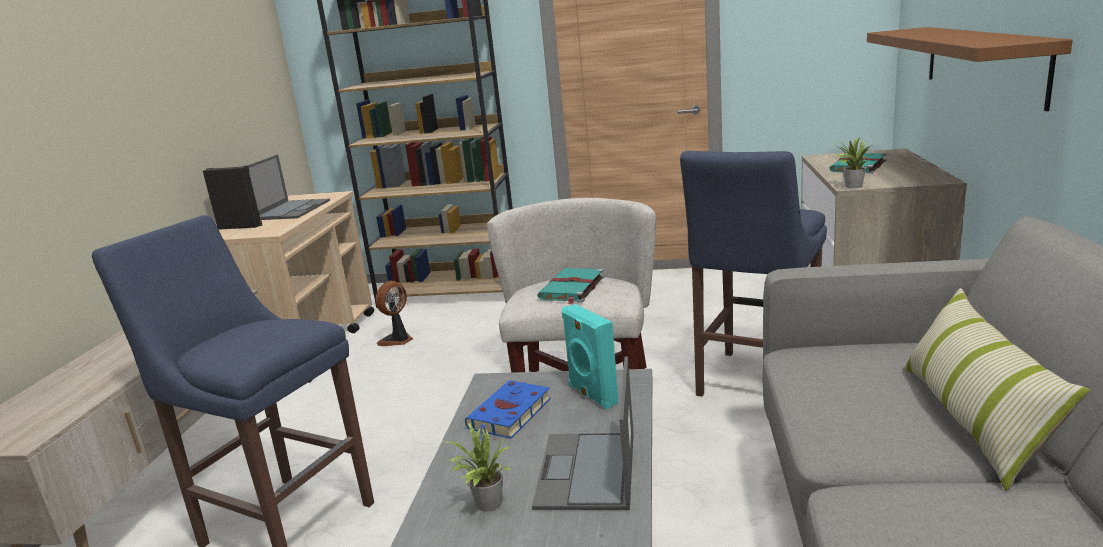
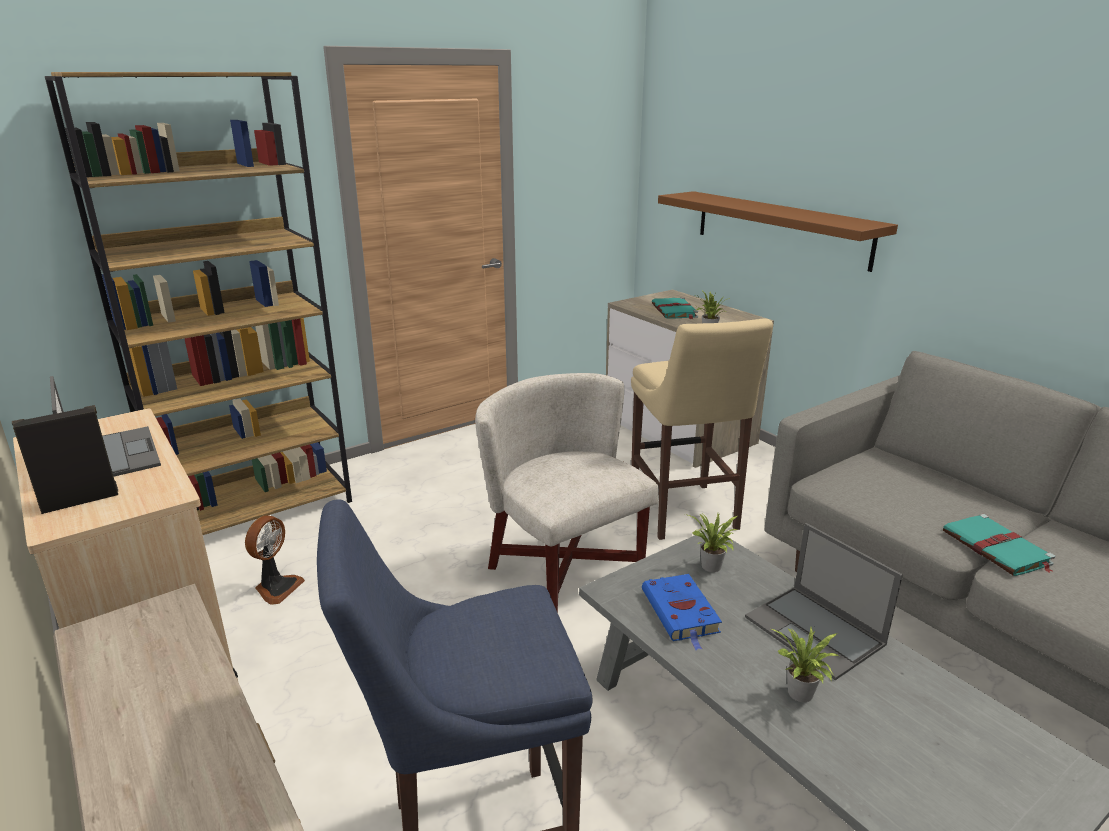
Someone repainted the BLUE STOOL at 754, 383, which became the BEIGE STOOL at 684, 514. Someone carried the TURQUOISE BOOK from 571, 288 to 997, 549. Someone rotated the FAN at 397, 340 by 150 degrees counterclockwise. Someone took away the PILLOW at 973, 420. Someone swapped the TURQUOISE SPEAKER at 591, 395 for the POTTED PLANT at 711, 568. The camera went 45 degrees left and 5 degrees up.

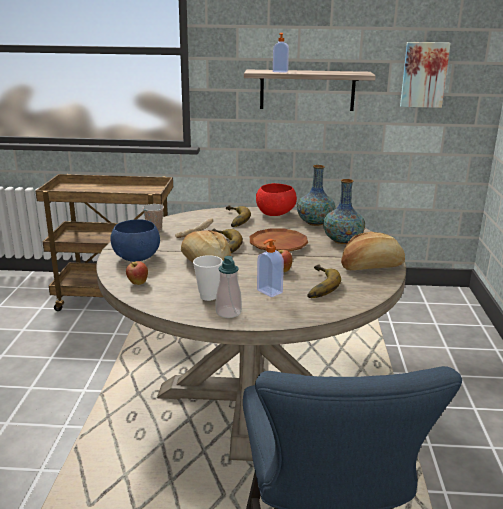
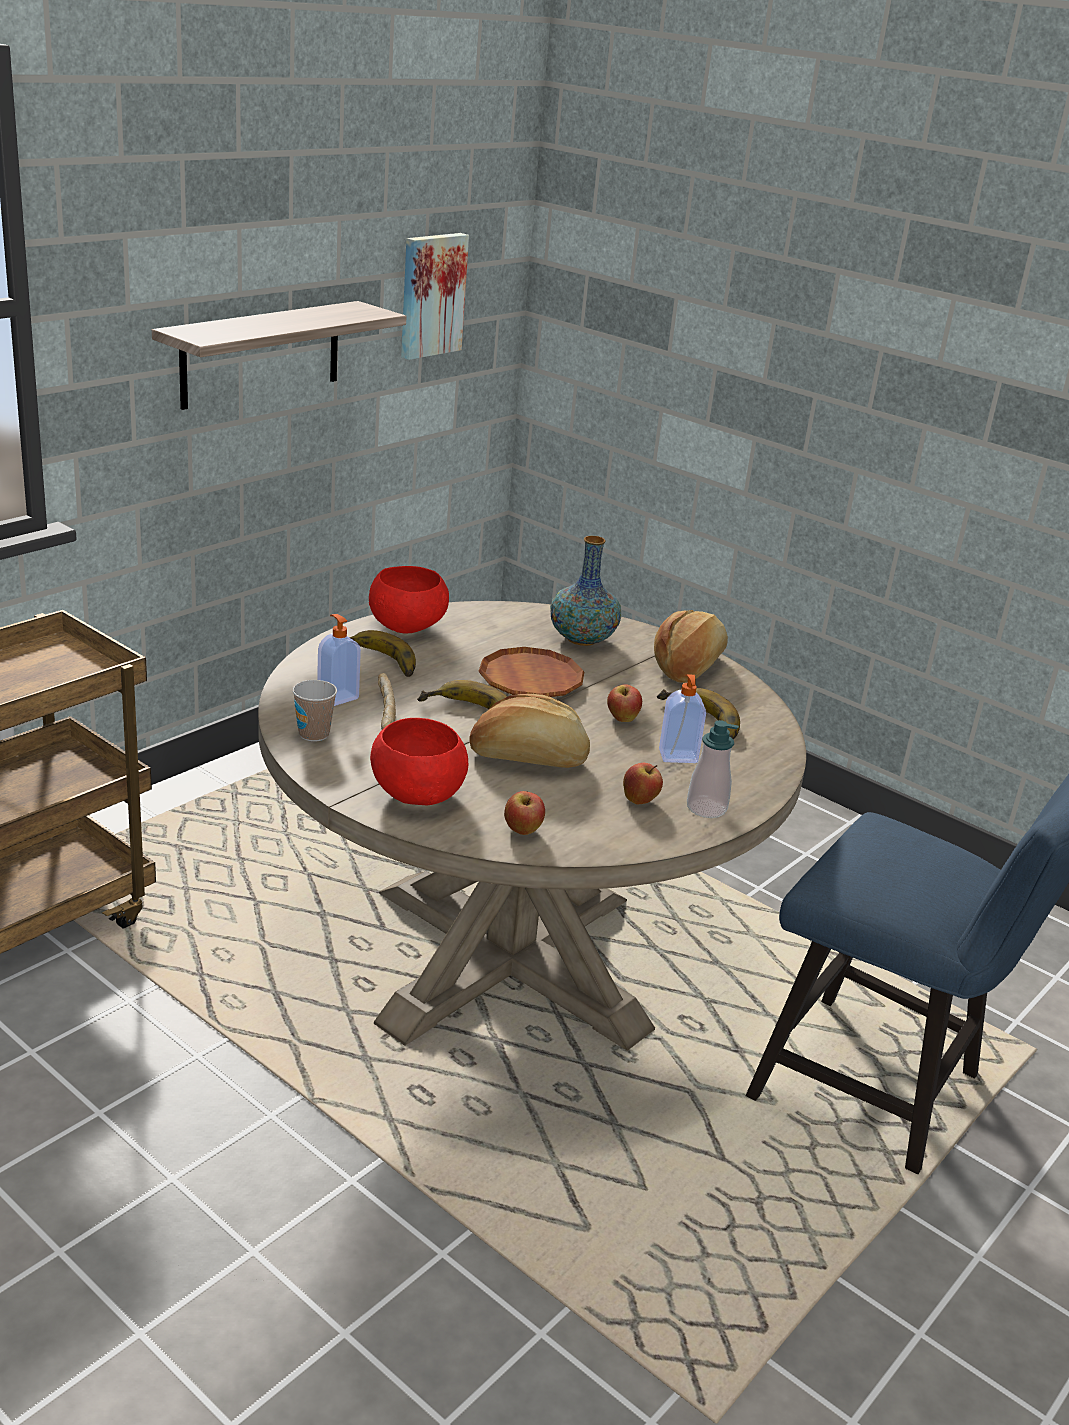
Someone carried the SOAP DISPENSER from 280, 71 to 337, 697. Someone took away the VASE at 315, 223. Someone repainted the BLUE BOWL at 136, 257, which became the RED BOWL at 416, 794. Someone swapped the CUP at 208, 296 for the APPLE at 640, 800. The camera went 55 degrees left and 5 degrees up.

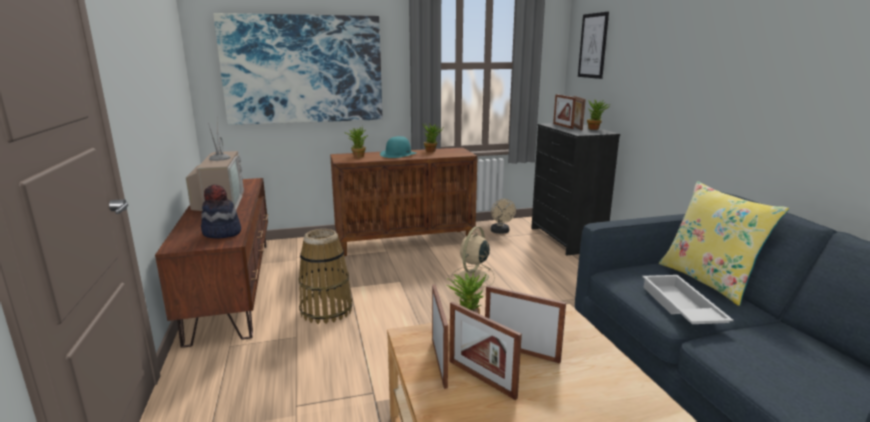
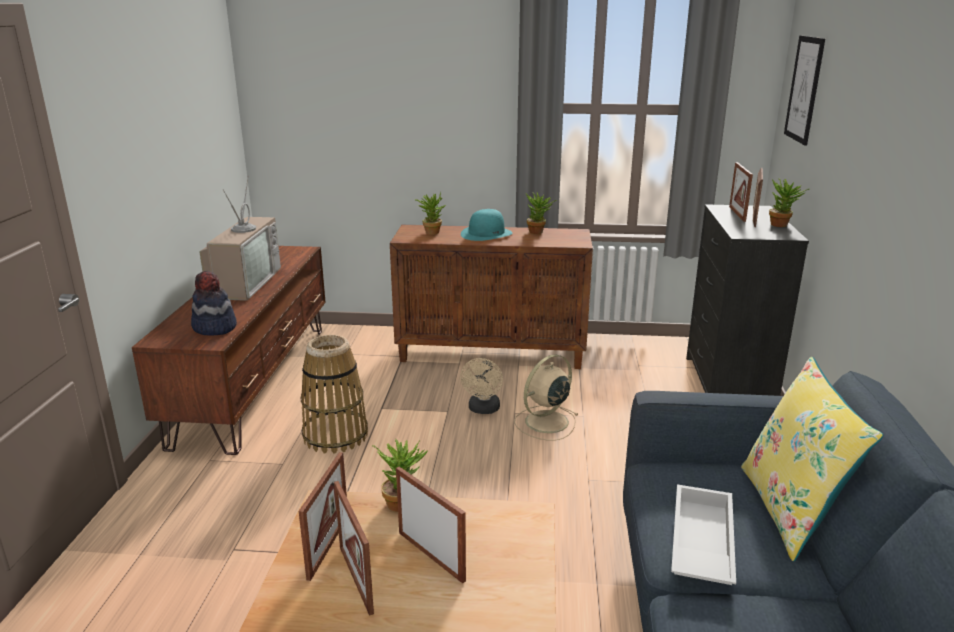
Someone took away the PICTURE at 303, 69. Someone carried the BEIGE FAN from 501, 232 to 483, 410. The camera went 20 degrees right and 5 degrees up.

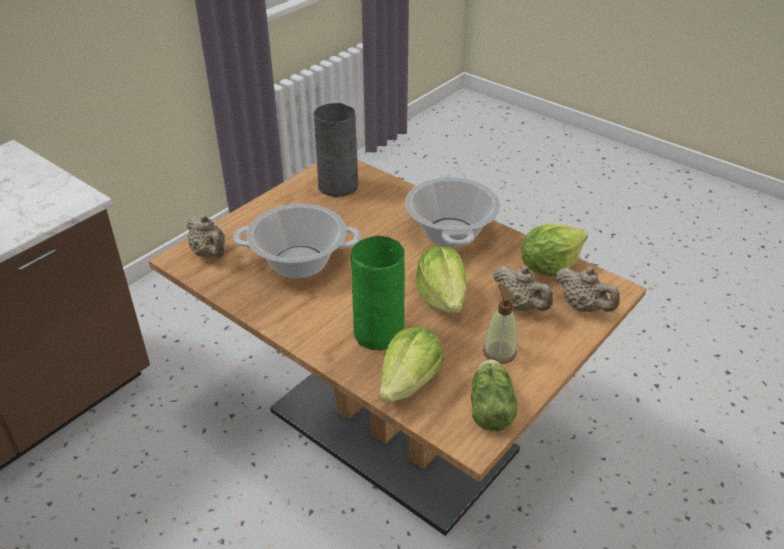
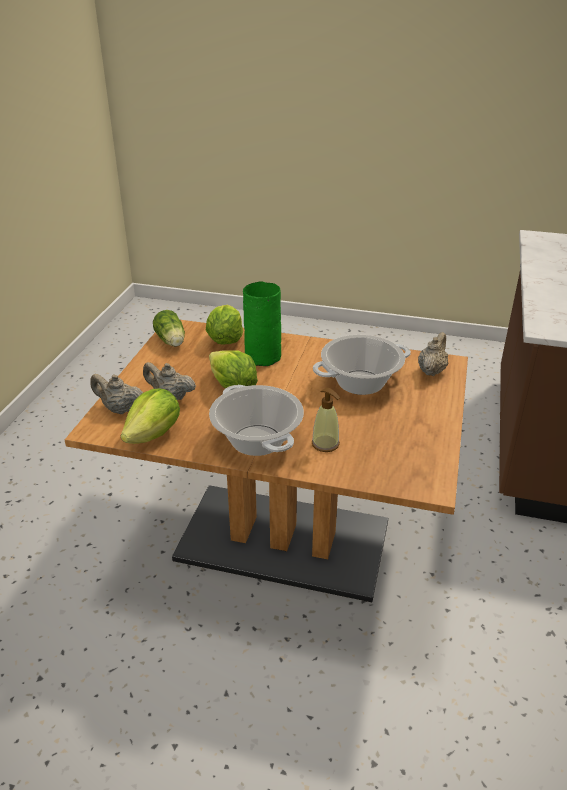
Someone took away the GREY VASE at 339, 186. Someone rotated the BEIGE TEAPOT at 210, 254 by 90 degrees clockwise. Someone carried the SOAP DISPENSER from 499, 352 to 325, 444. The camera went 155 degrees right and 5 degrees down.

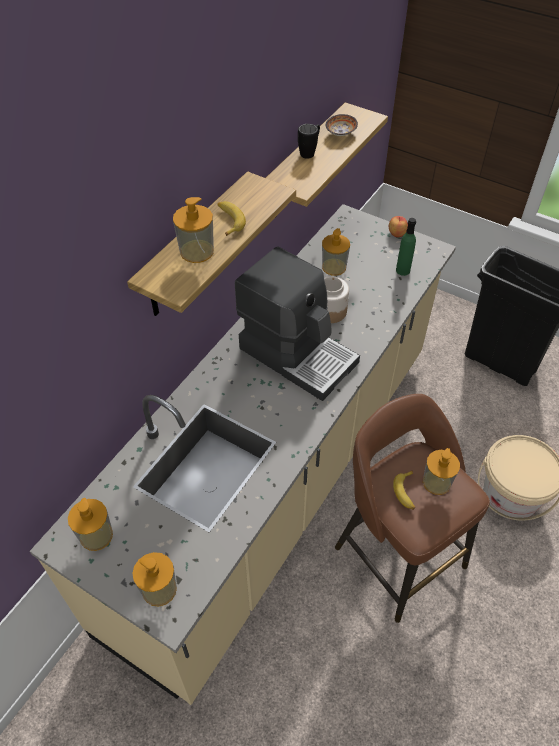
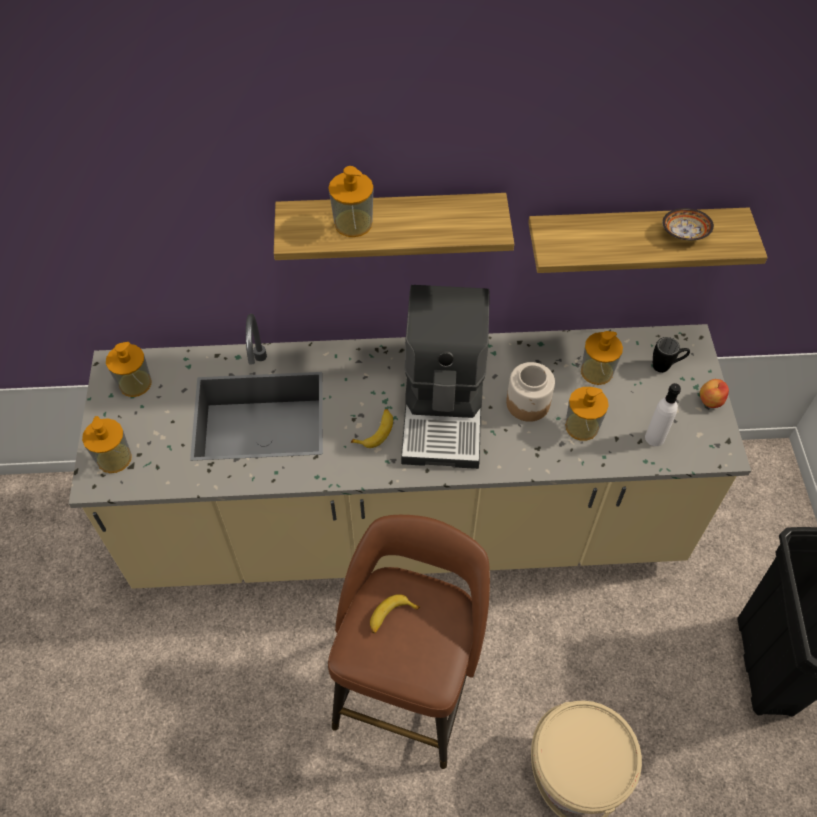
Someone carried the BLACK MUG from 310, 152 to 666, 366. Someone carried the BANANA from 229, 221 to 375, 431. Someone repainted the GREEN BOTTLE at 403, 270, which became the WHITE BOTTLE at 654, 437. Someone carried the SOAP DISPENSER from 436, 482 to 582, 426. The camera went 55 degrees right and 5 degrees up.

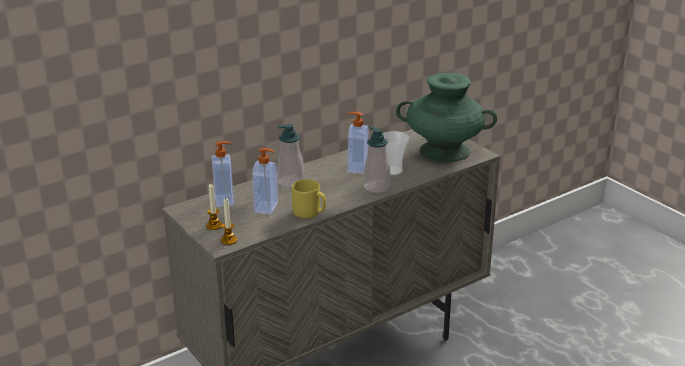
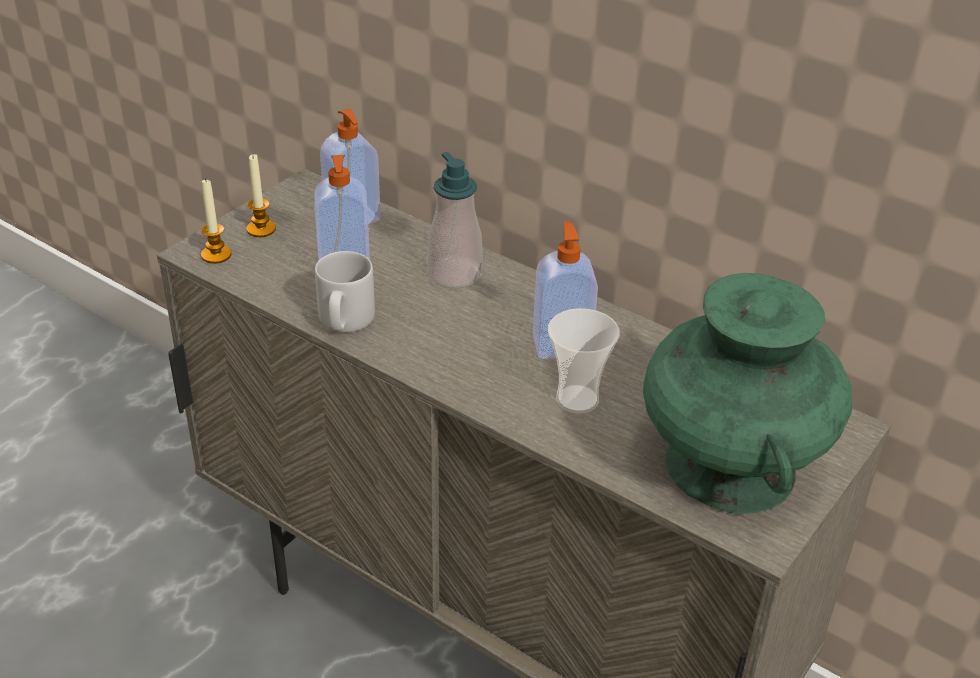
Someone took away the SOAP DISPENSER at 376, 187. Someone repainted the YELLOW MUG at 309, 212, which became the GREY MUG at 344, 321. The camera went 70 degrees right and 10 degrees up.

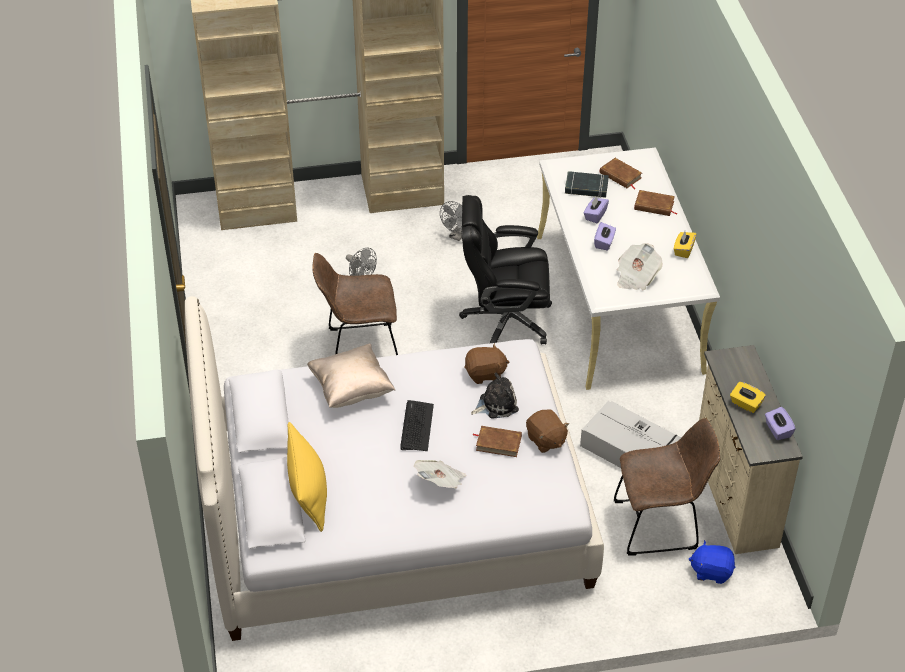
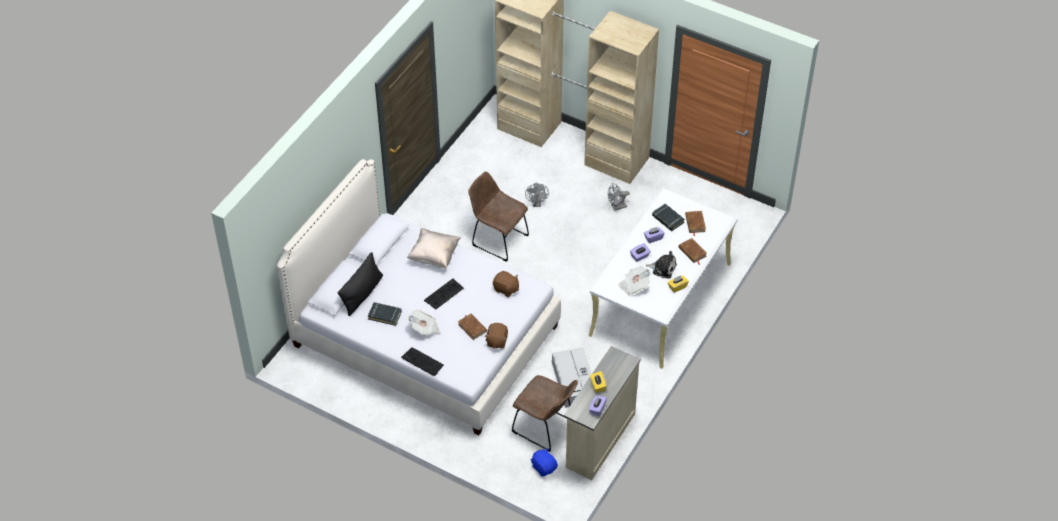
Someone took away the BLACK OFFICE CHAIR at 505, 321. Someone carried the PLUSH TOY from 496, 404 to 663, 268. Someone repainted the YELLOW PILLOW at 308, 492, which became the BLACK PILLOW at 362, 294. Someone put down the BLACK BOOK at 385, 315. Someone put down the KEYBOARD at 422, 362. The camera went 40 degrees right and 5 degrees up.

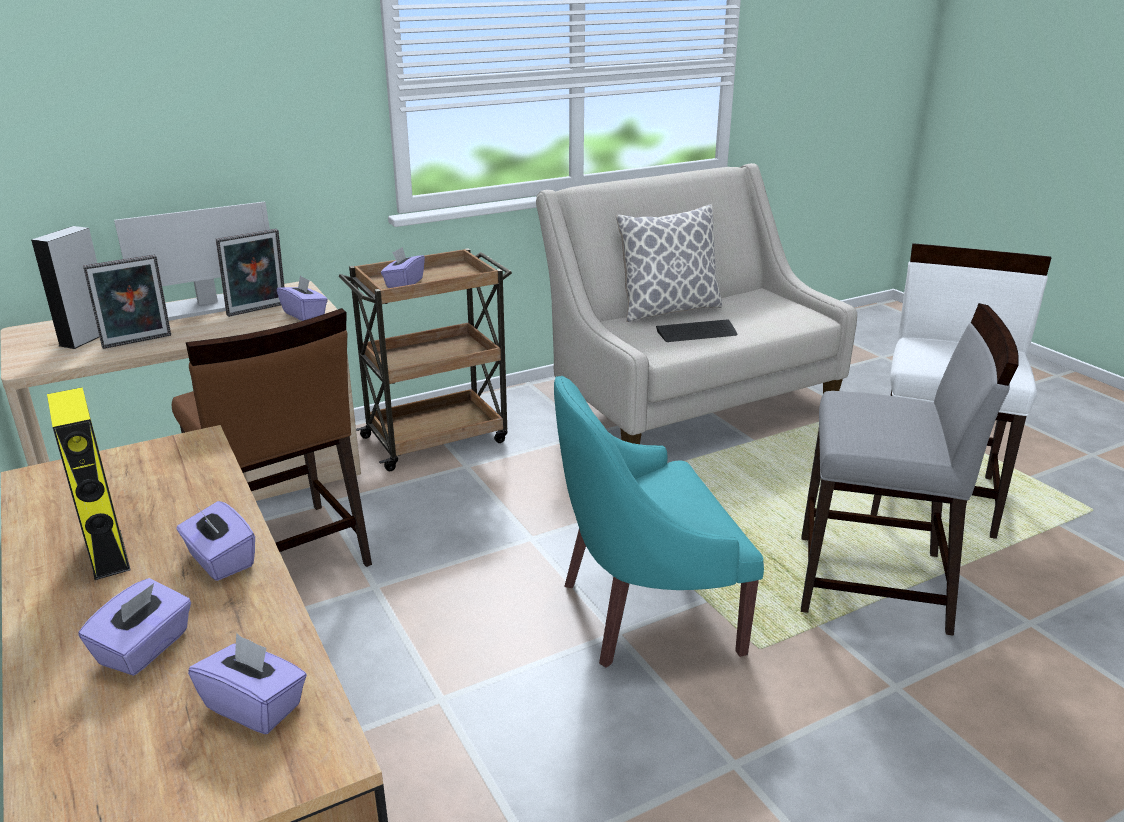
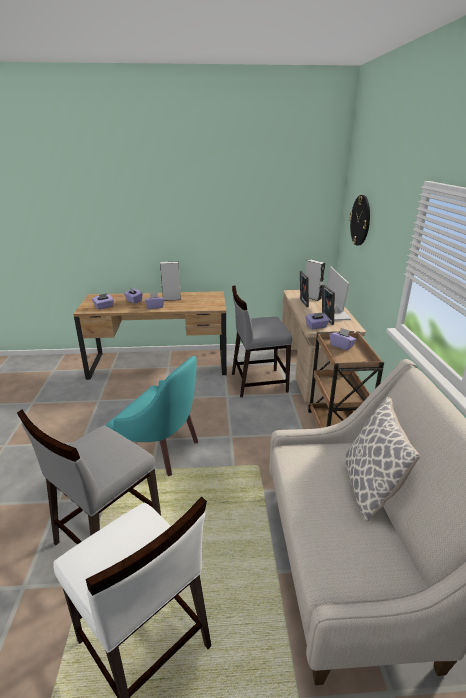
Someone repainted the BROWN CHAIR at 285, 555, which became the GREY CHAIR at 258, 382. Someone took away the KEYBOARD at 696, 333. Someone rotated the TURQUOISE ARMCHAIR at 644, 611 by 105 degrees clockwise. Someone repainted the YELLOW SPEAKER at 108, 554, which became the GREY SPEAKER at 172, 299. Someone put up the WALL CLOCK at 360, 220. The camera went 115 degrees right and 0 degrees up.

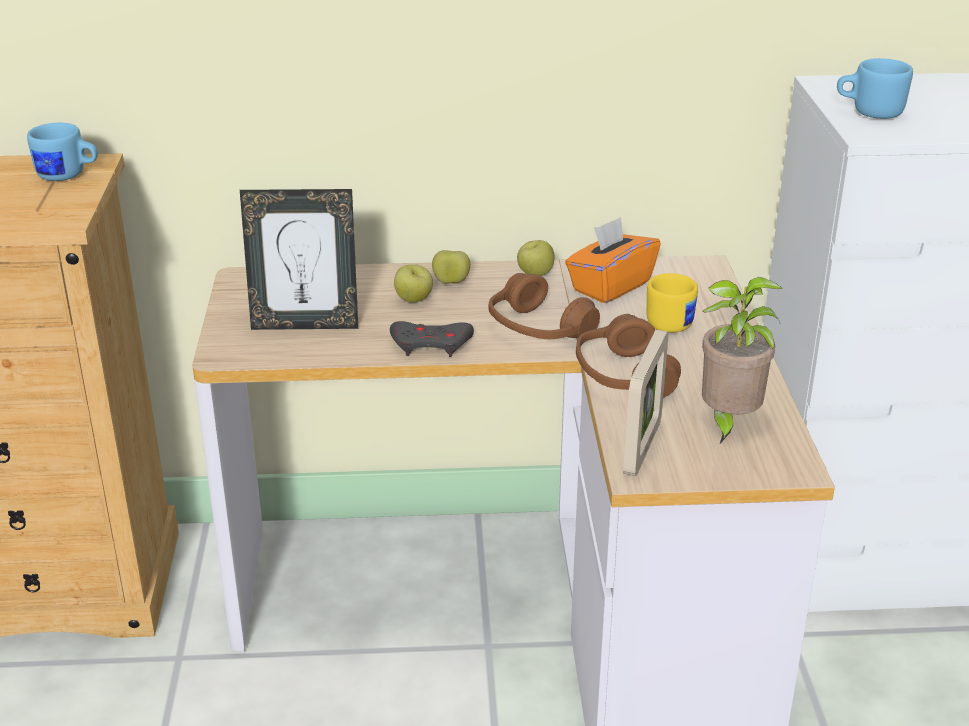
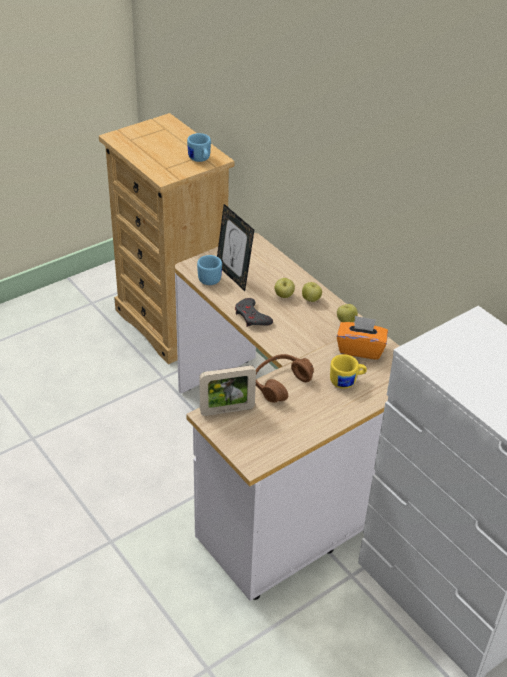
Someone carried the BLUE MUG from 869, 112 to 208, 277. Someone took away the BROWN HEADPHONES at 538, 329. Someone took away the POTTED PLANT at 728, 422. The camera went 55 degrees right and 10 degrees up.

